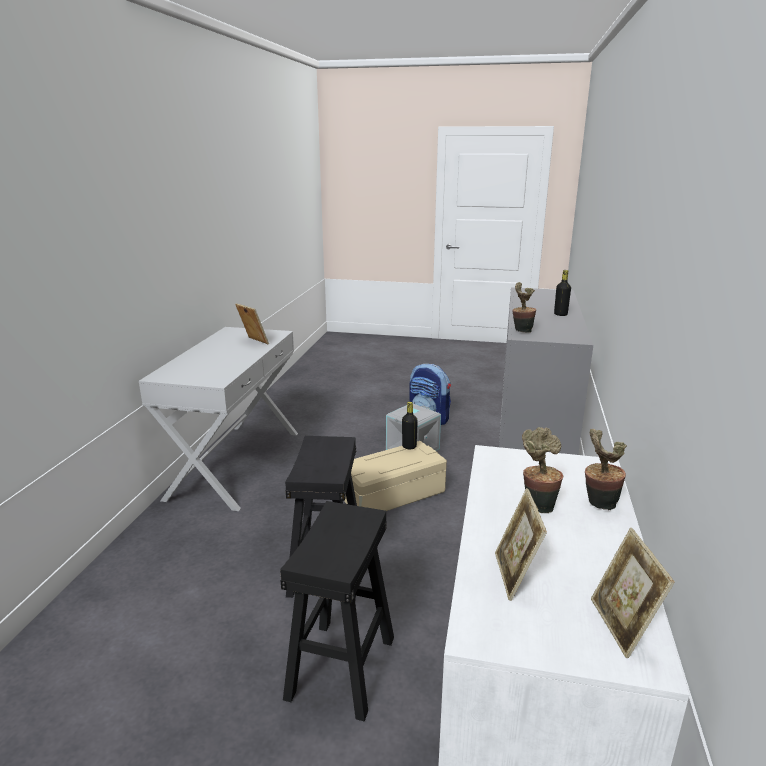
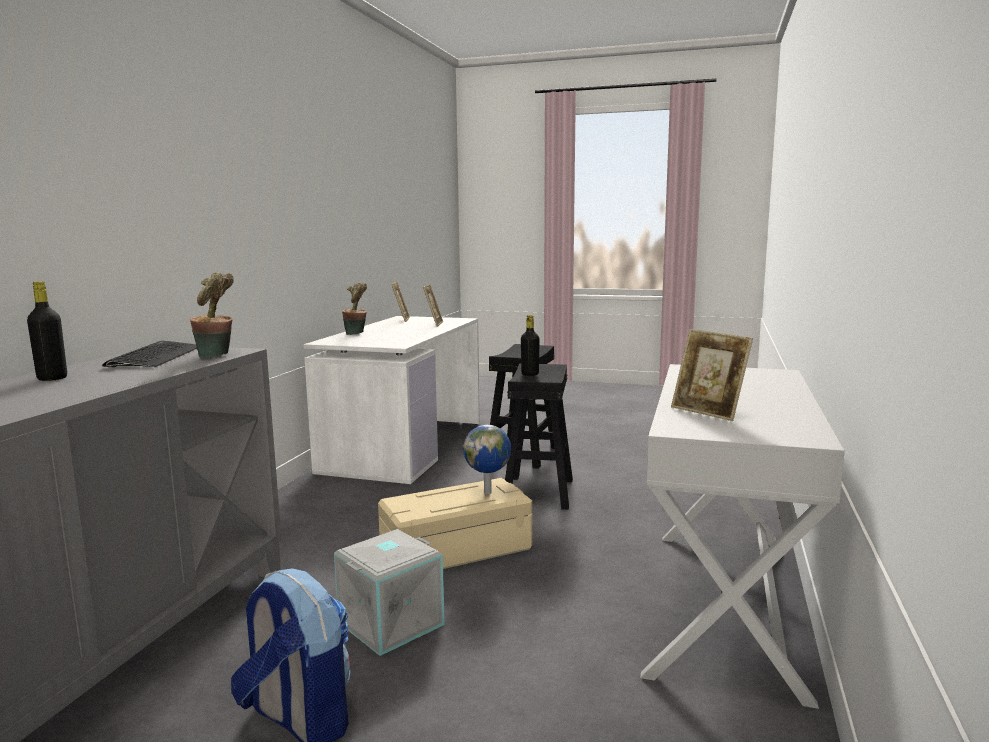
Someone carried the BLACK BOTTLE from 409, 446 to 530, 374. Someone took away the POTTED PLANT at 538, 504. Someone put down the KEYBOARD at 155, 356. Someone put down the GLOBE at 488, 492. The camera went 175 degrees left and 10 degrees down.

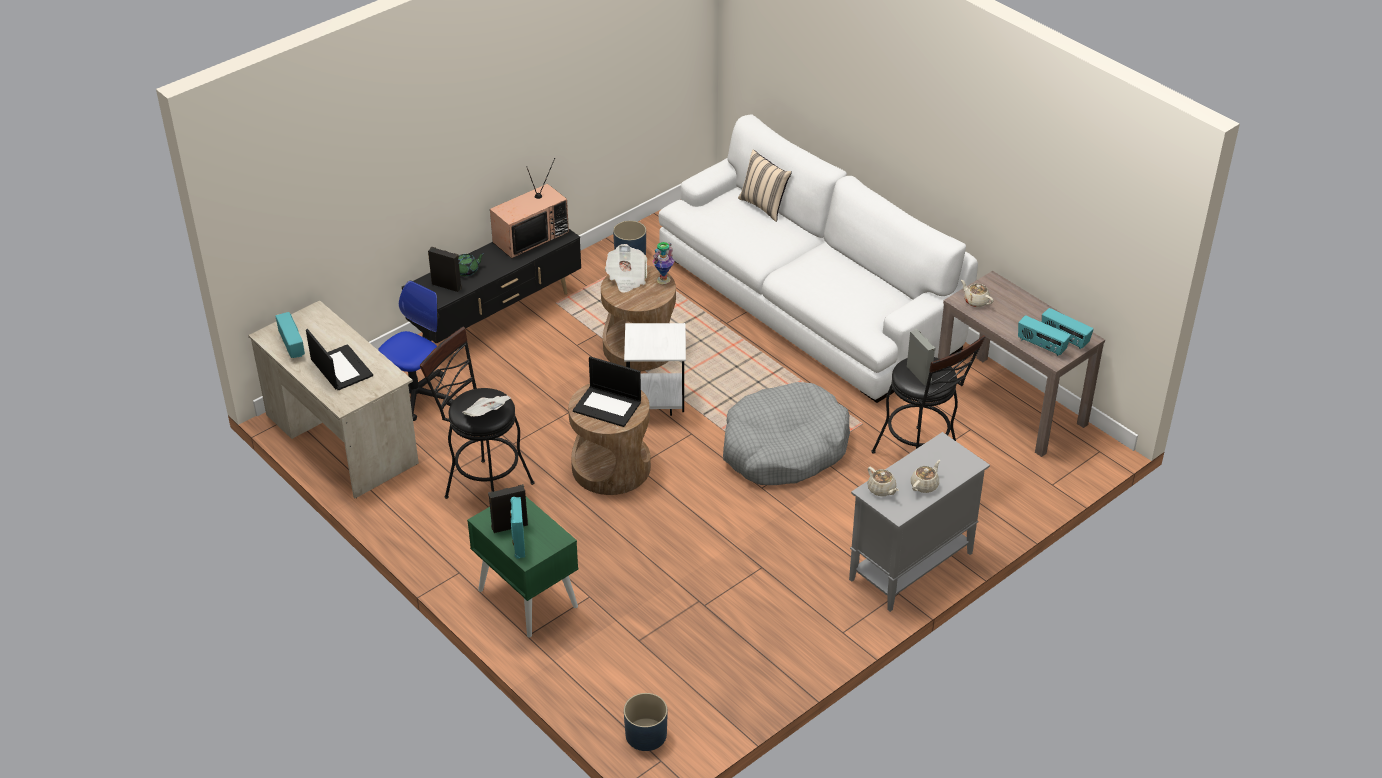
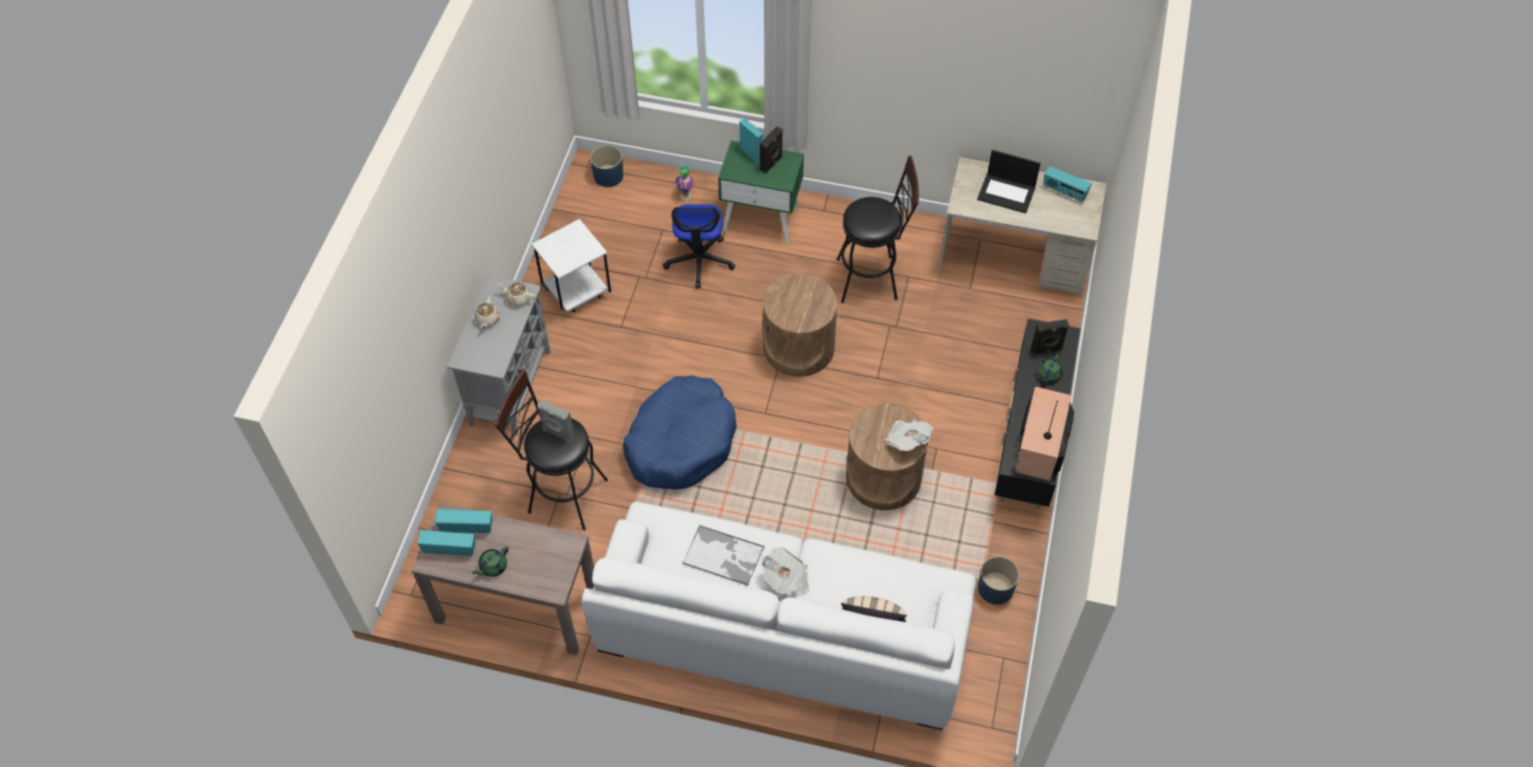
Someone carried the VASE from 663, 280 to 685, 195. Someone took away the BEIGE TEAPOT at 975, 301. Someone carried the OFFICE CHAIR from 416, 395 to 699, 261. Someone carried the WHITE SIDE TABLE from 655, 404 to 577, 293. Someone took away the LAPTOP at 608, 406. Someone repainted the GREY DOG BED at 784, 448, which became the BLUE DOG BED at 681, 441. Someone carried the NEWSPAPER from 487, 415 to 786, 579. Someone put down the TRAY at 724, 556. Someone put down the GREEN TEAPOT at 492, 566. The camera went 145 degrees right and 15 degrees up.

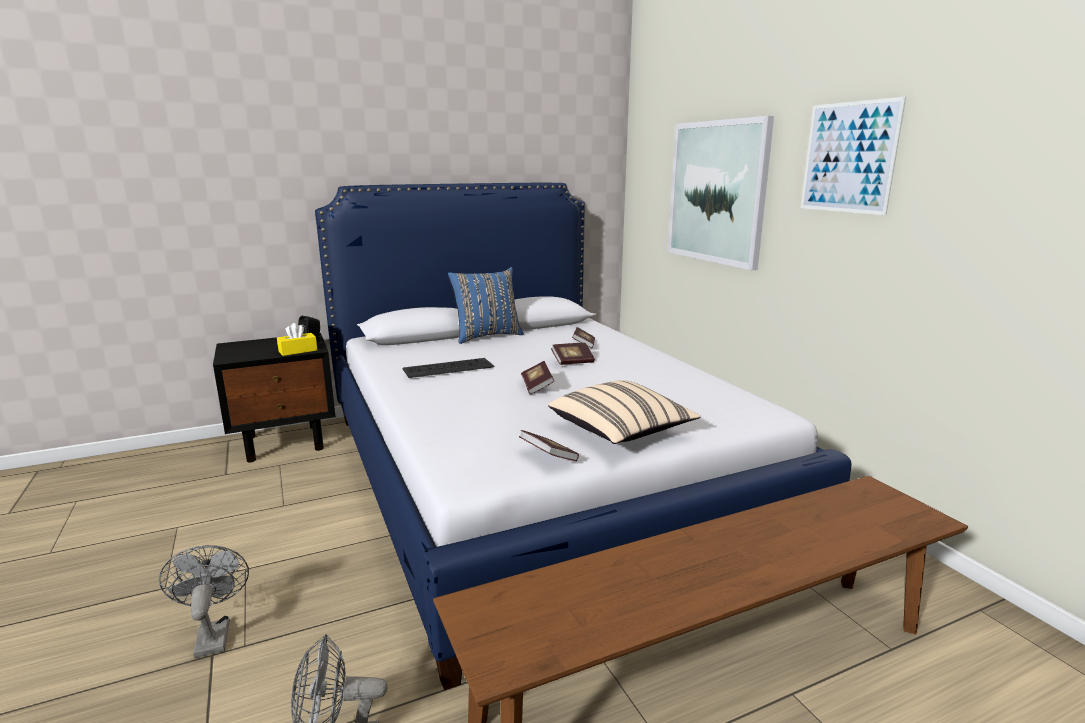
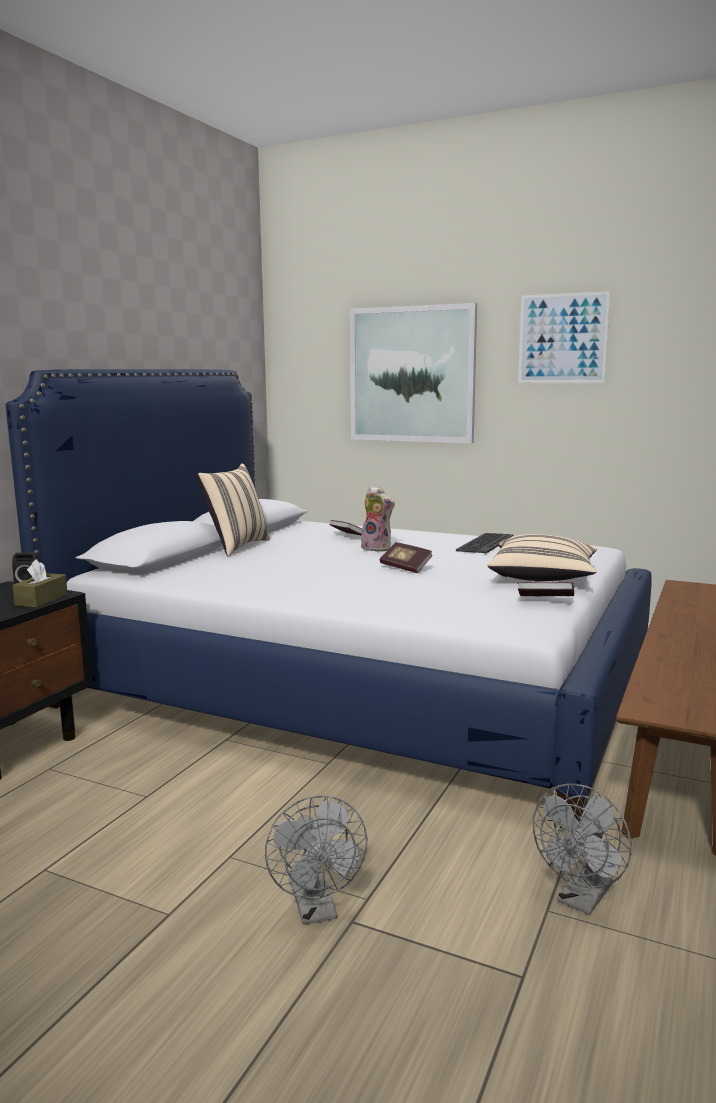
Someone repainted the BLUE PILLOW at 486, 336, which became the BEIGE PILLOW at 235, 547. Someone repainted the YELLOW TISSUE BOX at 298, 351, which became the BROWN TISSUE BOX at 41, 600. Someone swapped the BOOK at 572, 362 for the PLUSH TOY at 378, 548. Someone carried the KEYBOARD from 448, 368 to 484, 544. Someone rotated the GREY FAN at 213, 634 by 135 degrees counterclockwise. The camera went 40 degrees left and 5 degrees down.

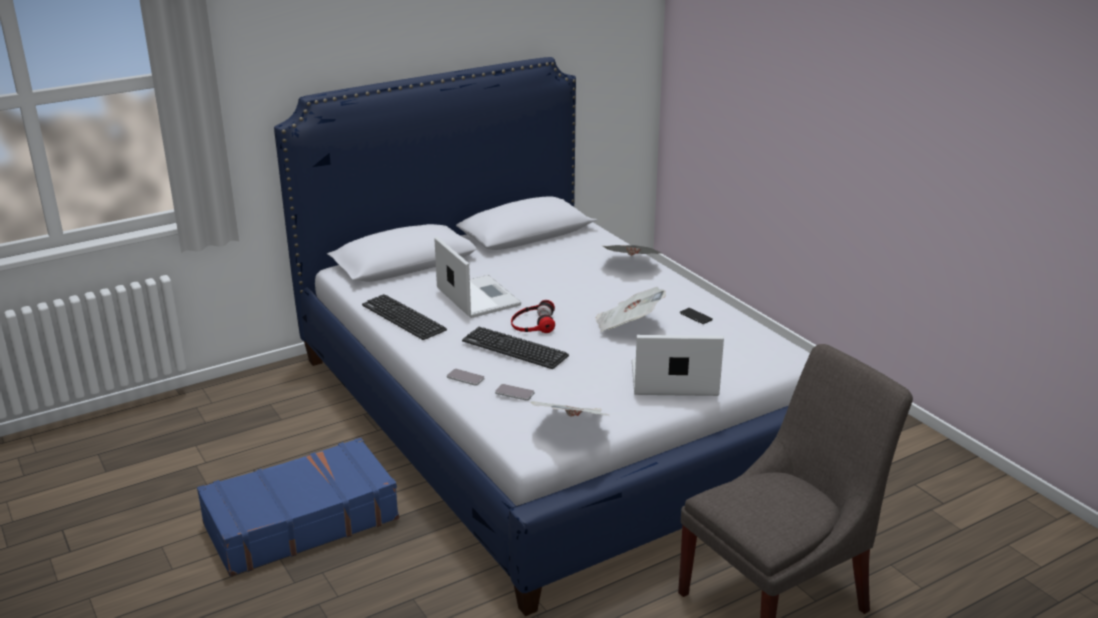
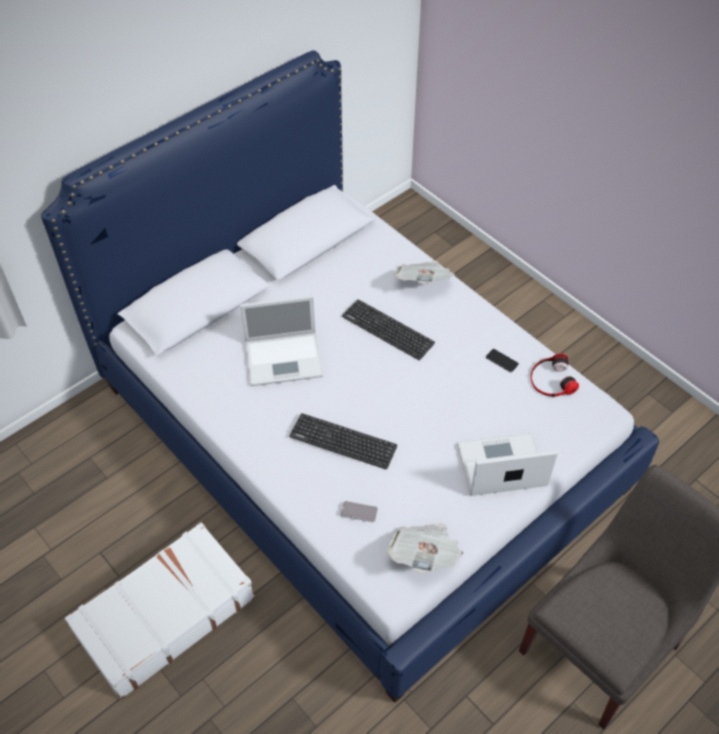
Someone rotated the LAPTOP at 477, 297 by 120 degrees clockwise. Someone took away the NEWSPAPER at 627, 325. Someone carried the KEYBOARD from 403, 318 to 387, 330. Someone carried the HEADPHONES from 533, 323 to 551, 380. Someone took away the PHONE at 465, 378. Someone repainted the BLUE SUITCASE at 300, 521, which became the WHITE SUITCASE at 164, 616. The camera went 10 degrees left and 25 degrees up.

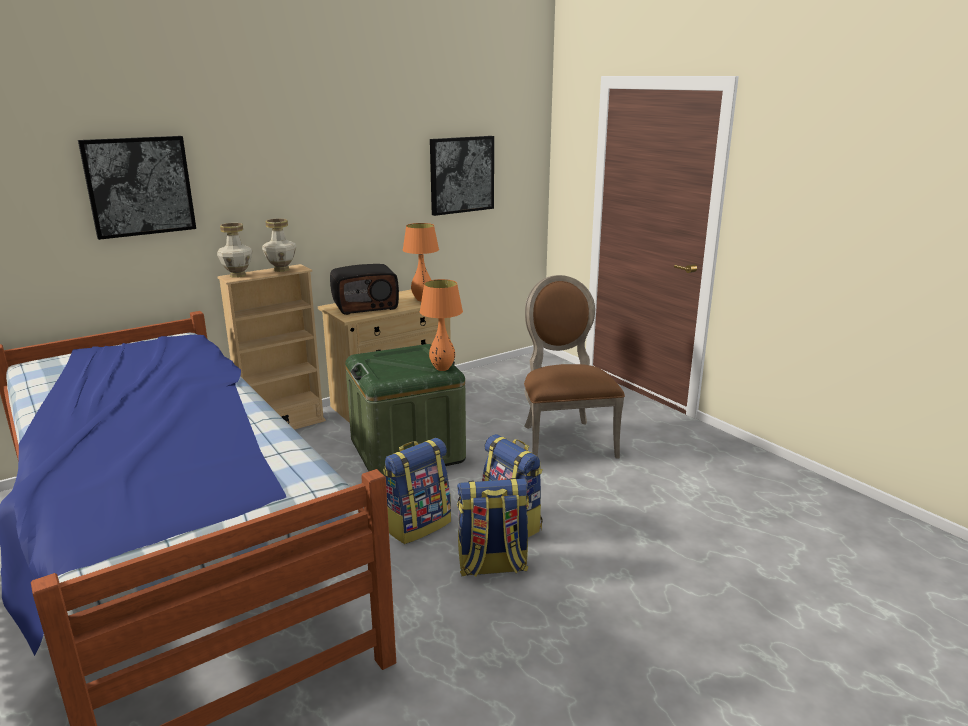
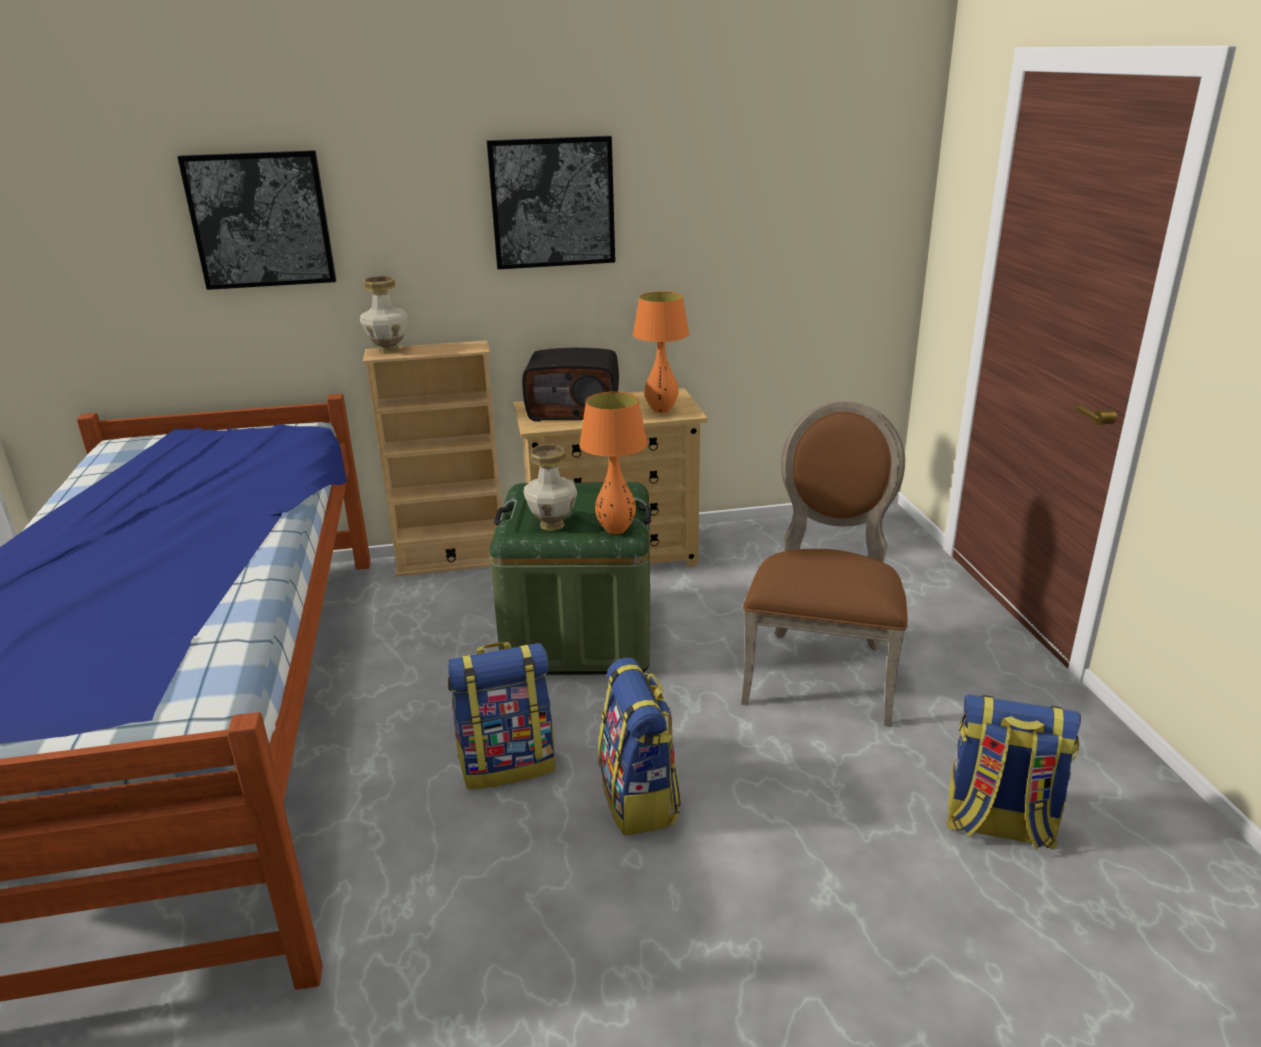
Someone carried the PICTURE from 461, 175 to 552, 202. Someone carried the VASE from 281, 269 to 552, 524. Someone carried the BACKPACK from 492, 566 to 998, 825. The camera went 25 degrees right and 5 degrees up.

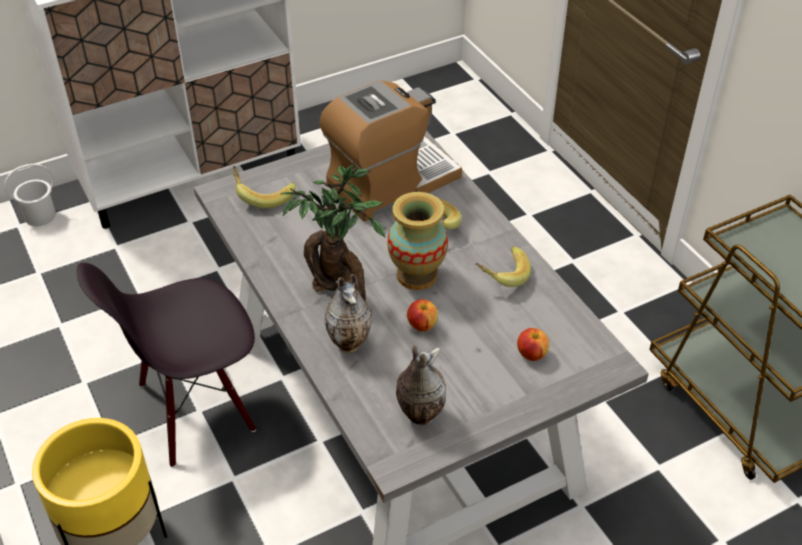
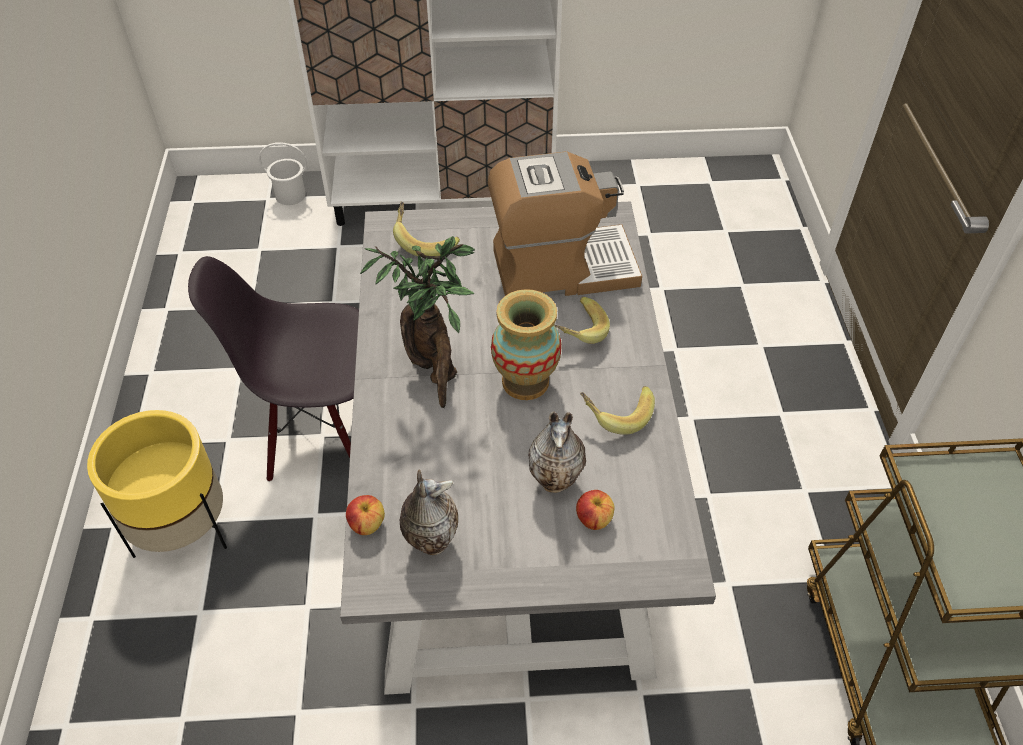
Someone carried the VASE from 350, 343 to 557, 481. Someone carried the APPLE from 422, 325 to 367, 524. The camera went 25 degrees right and 5 degrees up.

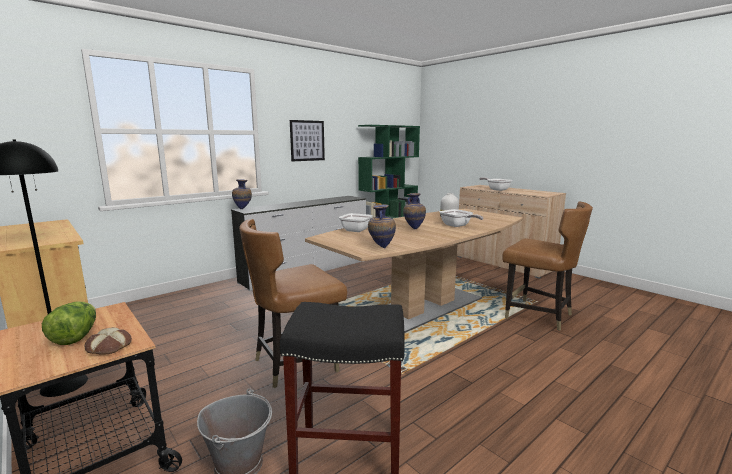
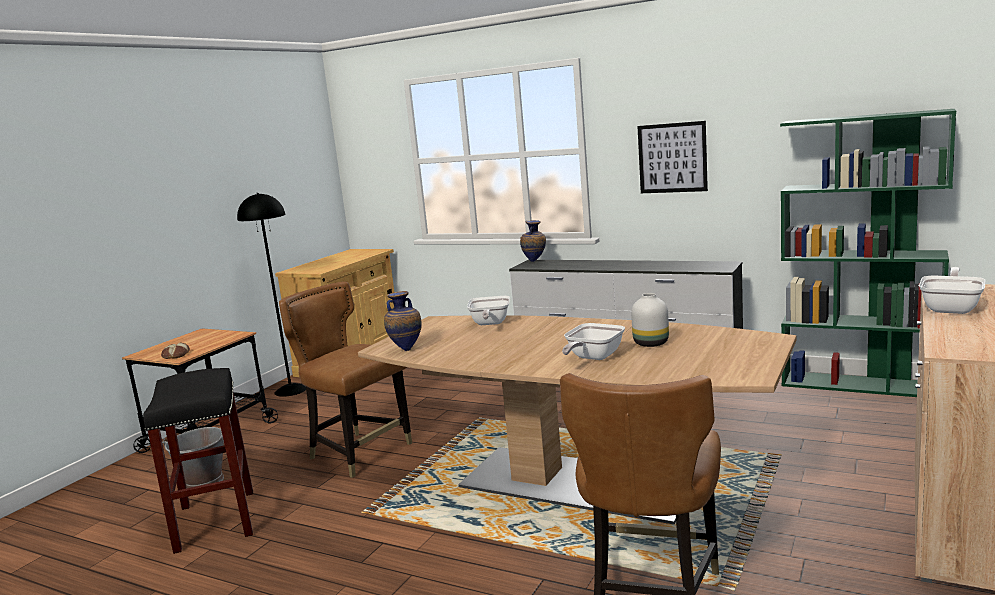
Someone took away the VASE at 414, 228. Someone took away the LETTUCE at 76, 337. The camera went 70 degrees right and 0 degrees up.

